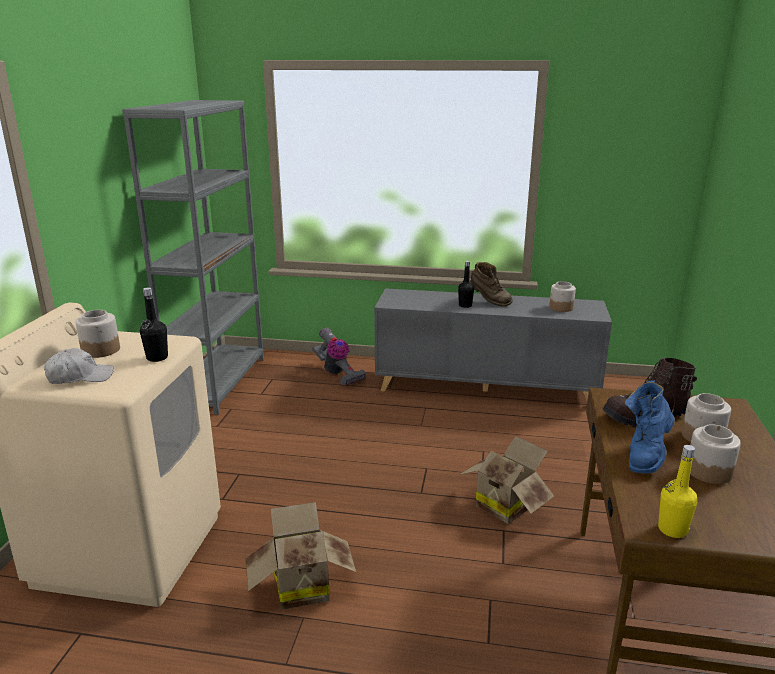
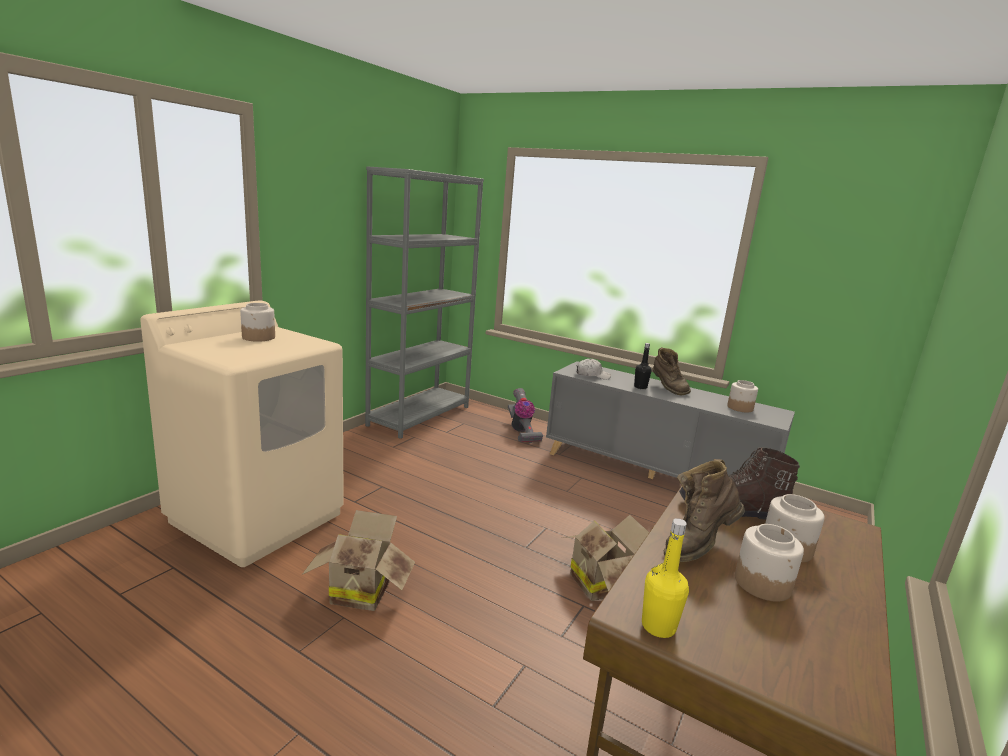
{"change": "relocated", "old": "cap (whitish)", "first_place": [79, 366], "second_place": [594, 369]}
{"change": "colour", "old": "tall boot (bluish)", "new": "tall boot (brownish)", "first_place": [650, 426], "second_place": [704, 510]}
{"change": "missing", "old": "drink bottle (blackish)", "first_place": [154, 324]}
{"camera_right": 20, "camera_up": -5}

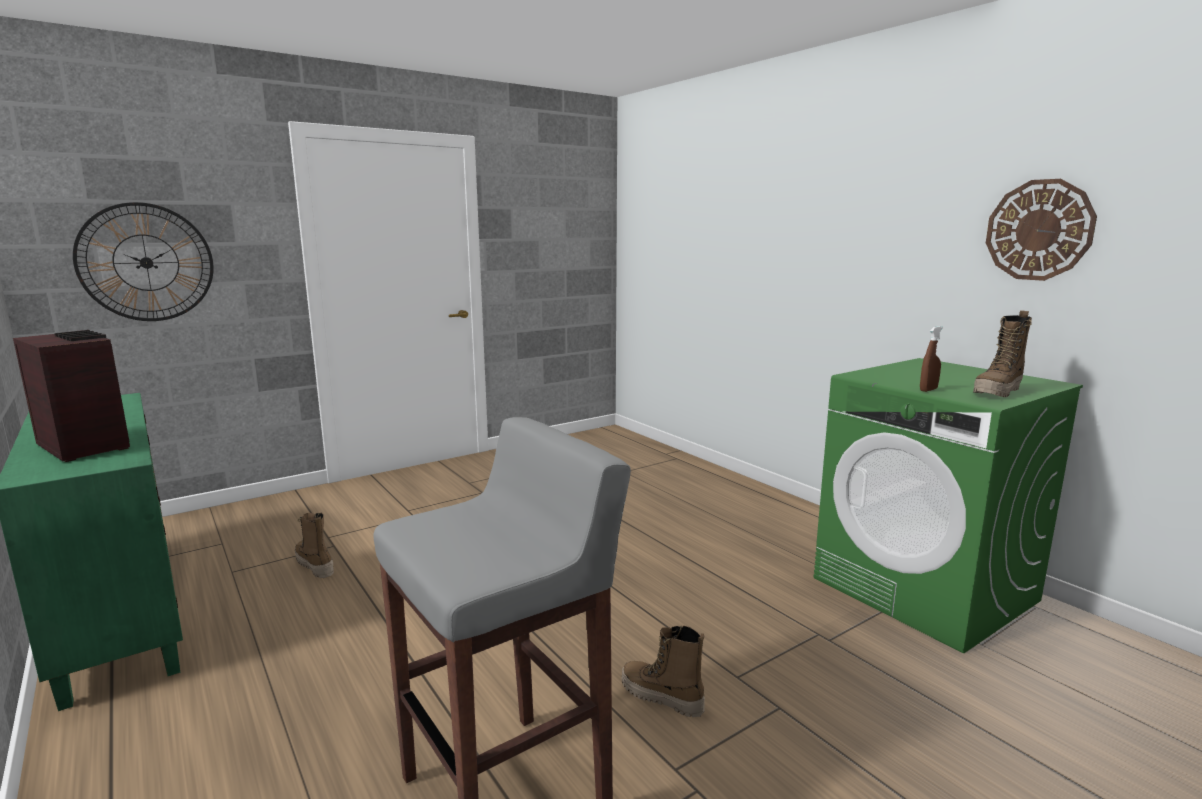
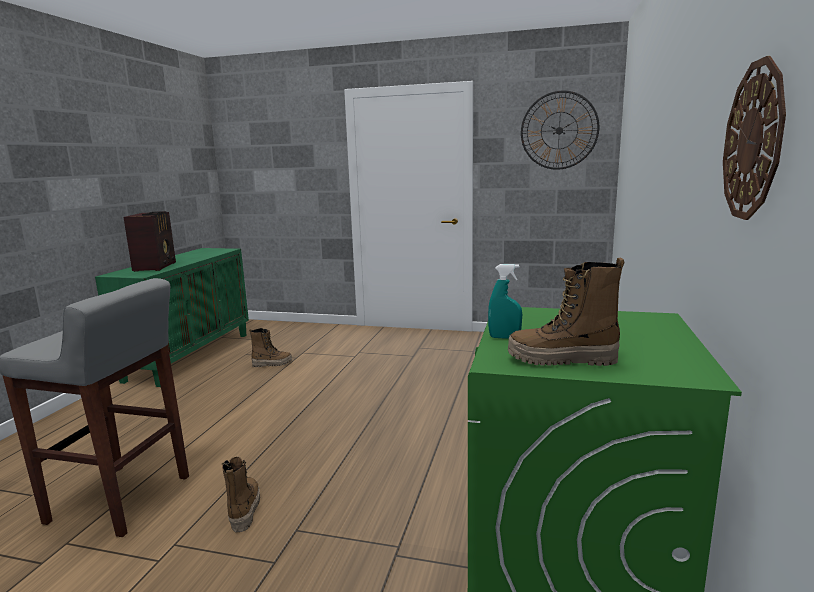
{"change": "spun", "old": "tall boot", "first_place": [314, 545], "second_place": [270, 347], "degrees": 75}
{"change": "colour", "old": "hand sprayer (brownish)", "new": "hand sprayer (turquoise)", "first_place": [931, 359], "second_place": [505, 301]}
{"change": "relocated", "old": "hanging clock", "first_place": [143, 261], "second_place": [560, 130]}
{"camera_right": 50, "camera_up": 0}

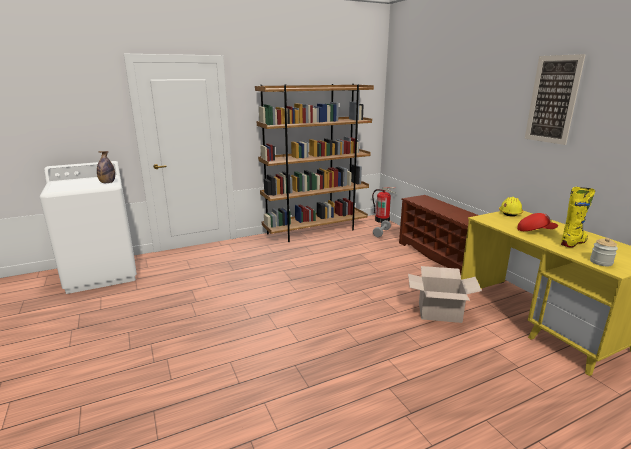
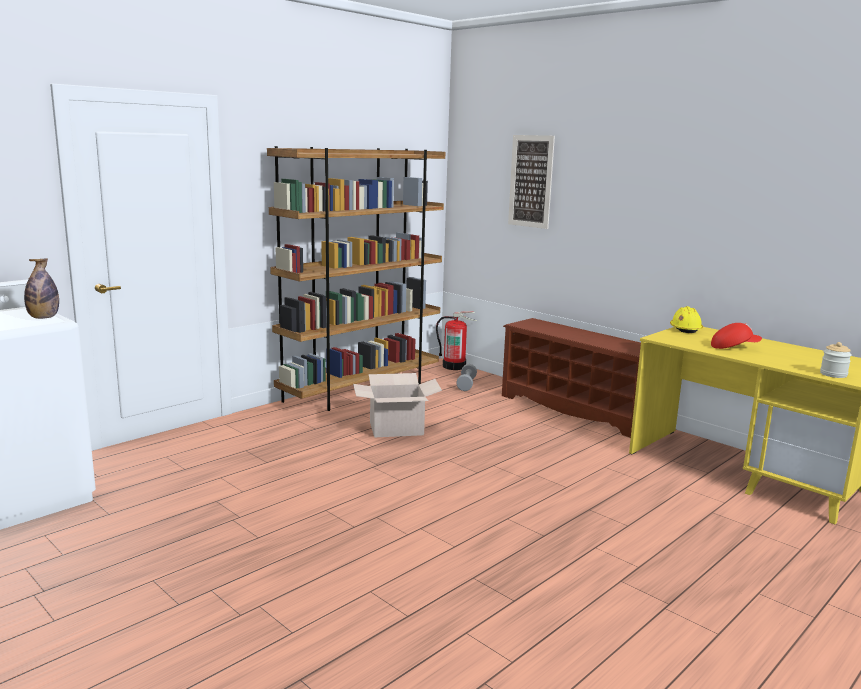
{"change": "relocated", "old": "cardboard box", "first_place": [445, 294], "second_place": [397, 405]}
{"change": "relocated", "old": "wall art", "first_place": [555, 99], "second_place": [531, 182]}
{"change": "missing", "old": "tall boot (yellowish)", "first_place": [578, 217]}
{"camera_right": -20, "camera_up": -5}

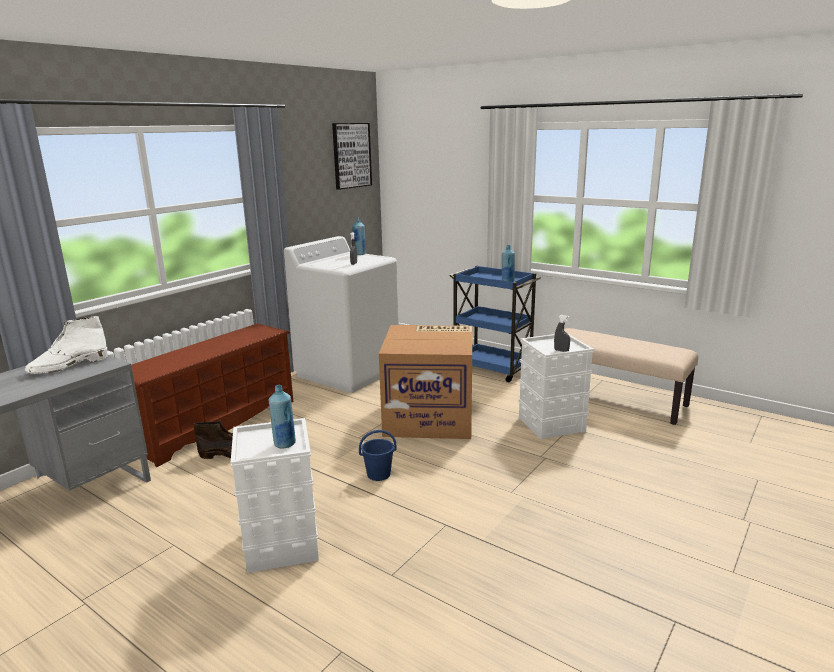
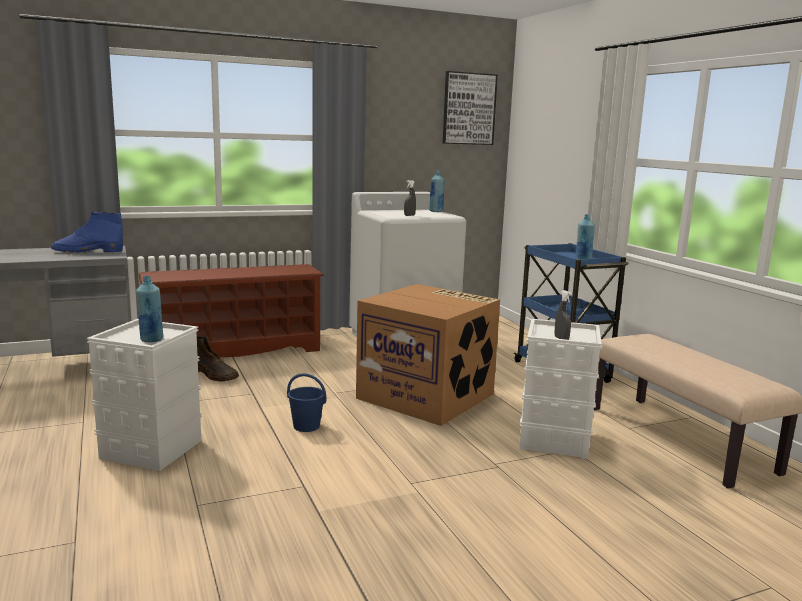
{"change": "colour", "old": "tall boot (whitish)", "new": "tall boot (bluish)", "first_place": [66, 345], "second_place": [87, 232]}
{"camera_right": 30, "camera_up": -5}

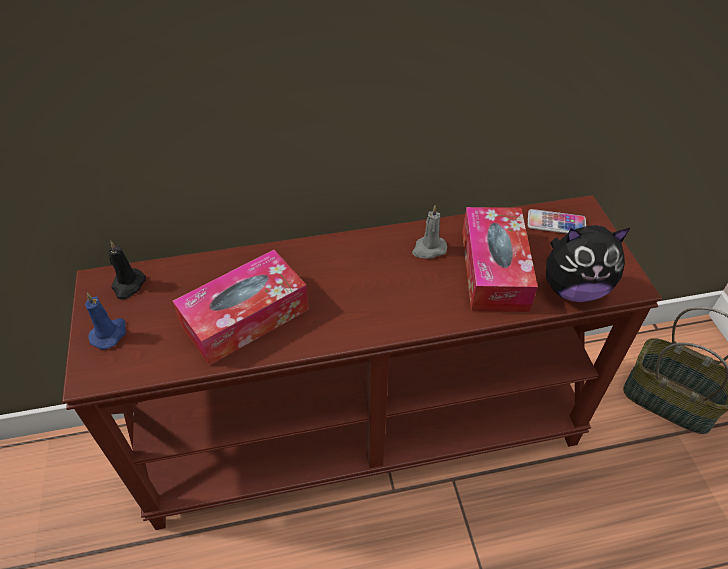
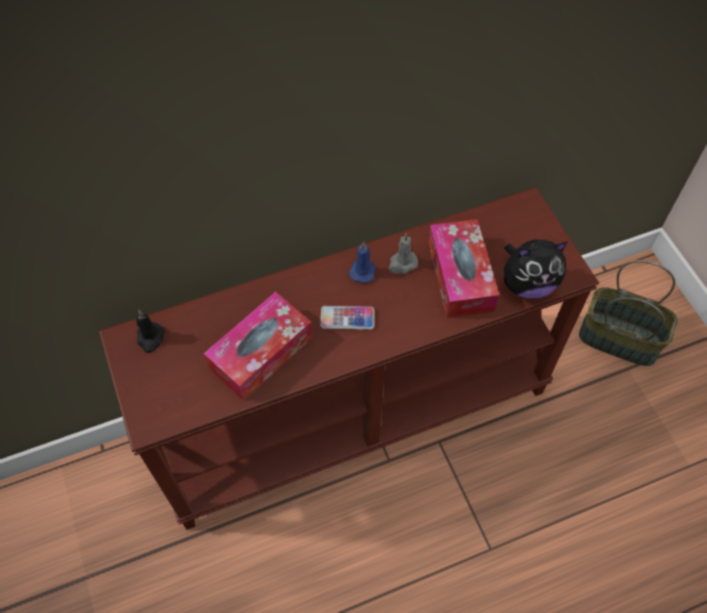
{"change": "relocated", "old": "handset", "first_place": [557, 221], "second_place": [347, 318]}
{"change": "relocated", "old": "wax candle (bluish)", "first_place": [105, 321], "second_place": [362, 262]}
{"camera_right": -10, "camera_up": 10}

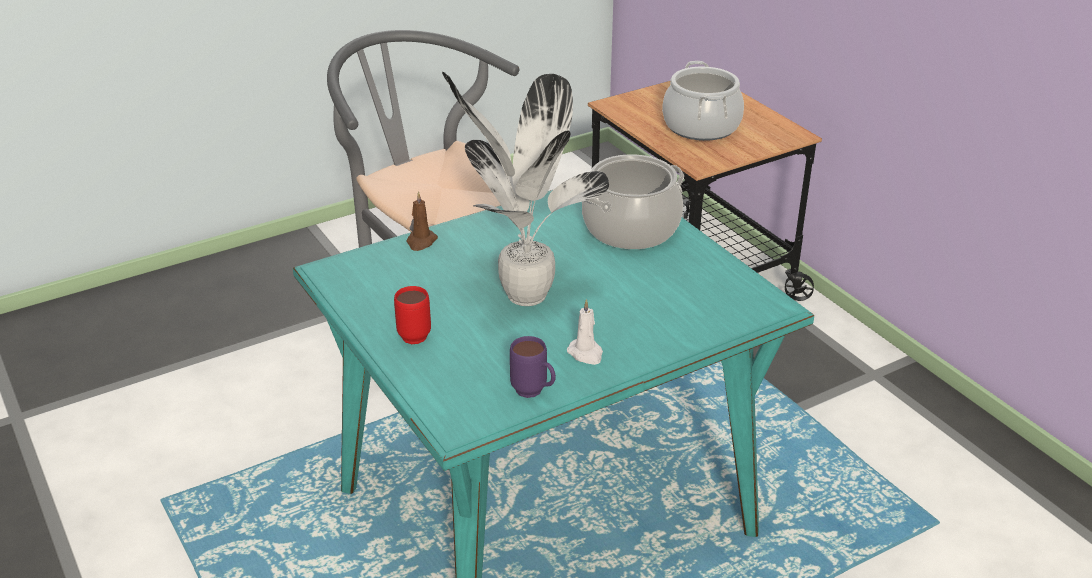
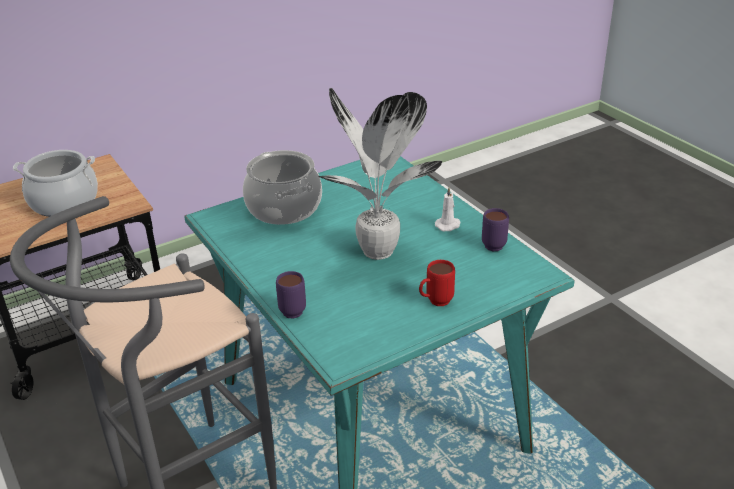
{"change": "exchanged", "old": "wax candle (brownish)", "new": "coffee mug (purple-coloured)", "first_place": [422, 221], "second_place": [291, 295]}
{"camera_right": -90, "camera_up": 0}

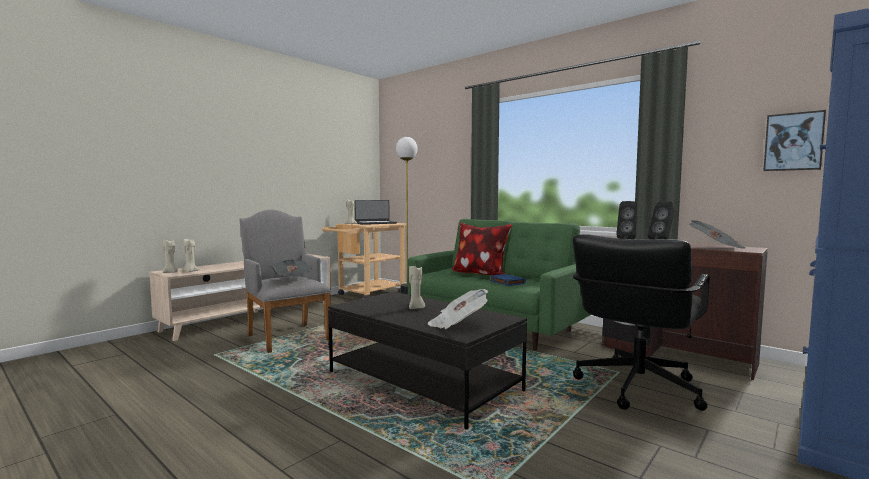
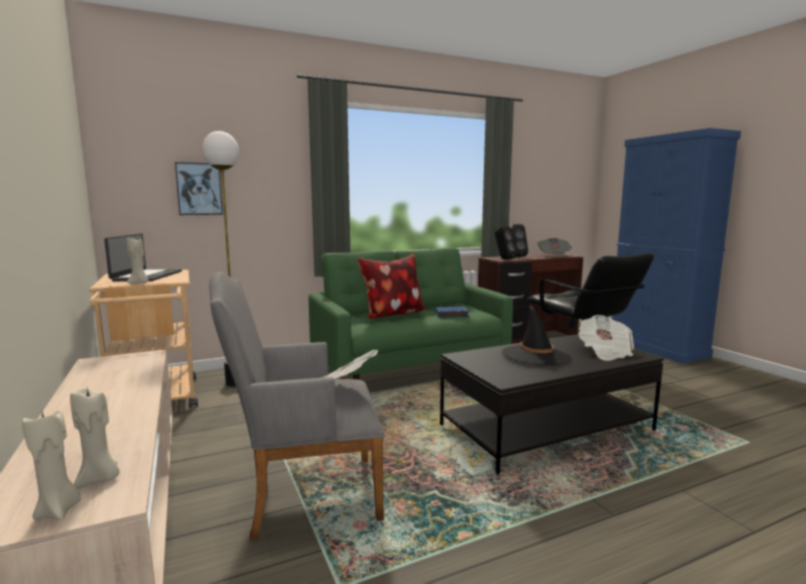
{"change": "relocated", "old": "wall art", "first_place": [795, 140], "second_place": [199, 188]}
{"change": "exchanged", "old": "wax candle (beige-coloured)", "new": "wearable hat (blackish)", "first_place": [417, 287], "second_place": [537, 334]}
{"camera_right": -65, "camera_up": 5}

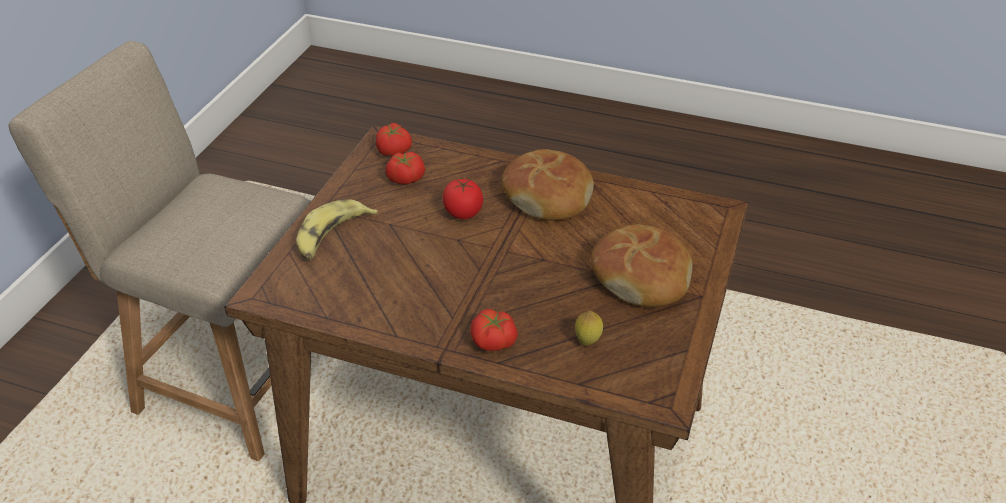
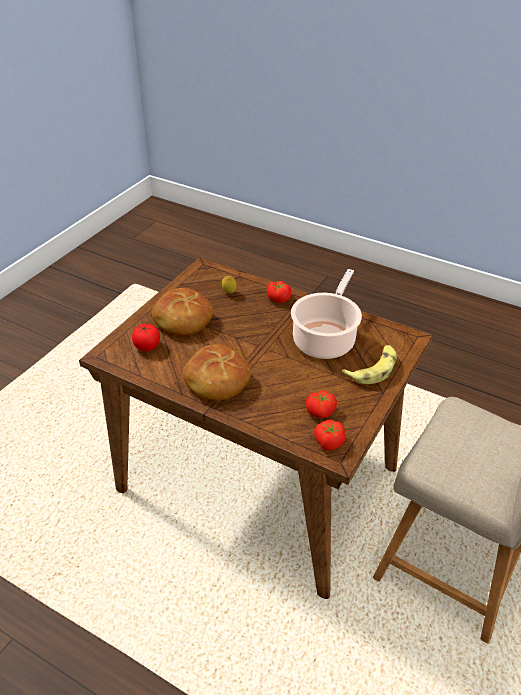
{"change": "relocated", "old": "whole tomato", "first_place": [462, 199], "second_place": [146, 337]}
{"change": "appeared", "new": "stockpot", "second_place": [326, 314]}
{"camera_right": -170, "camera_up": 0}

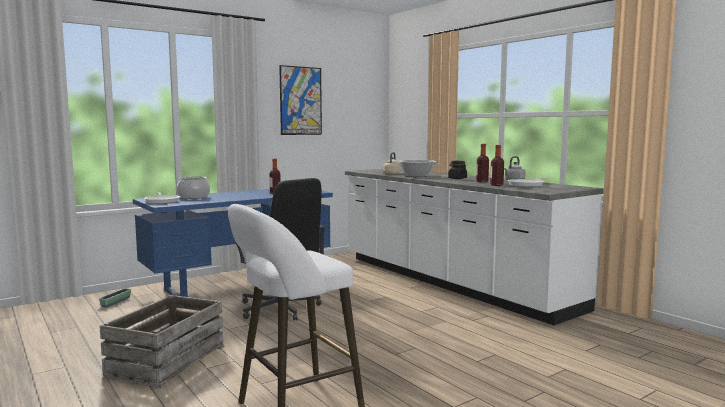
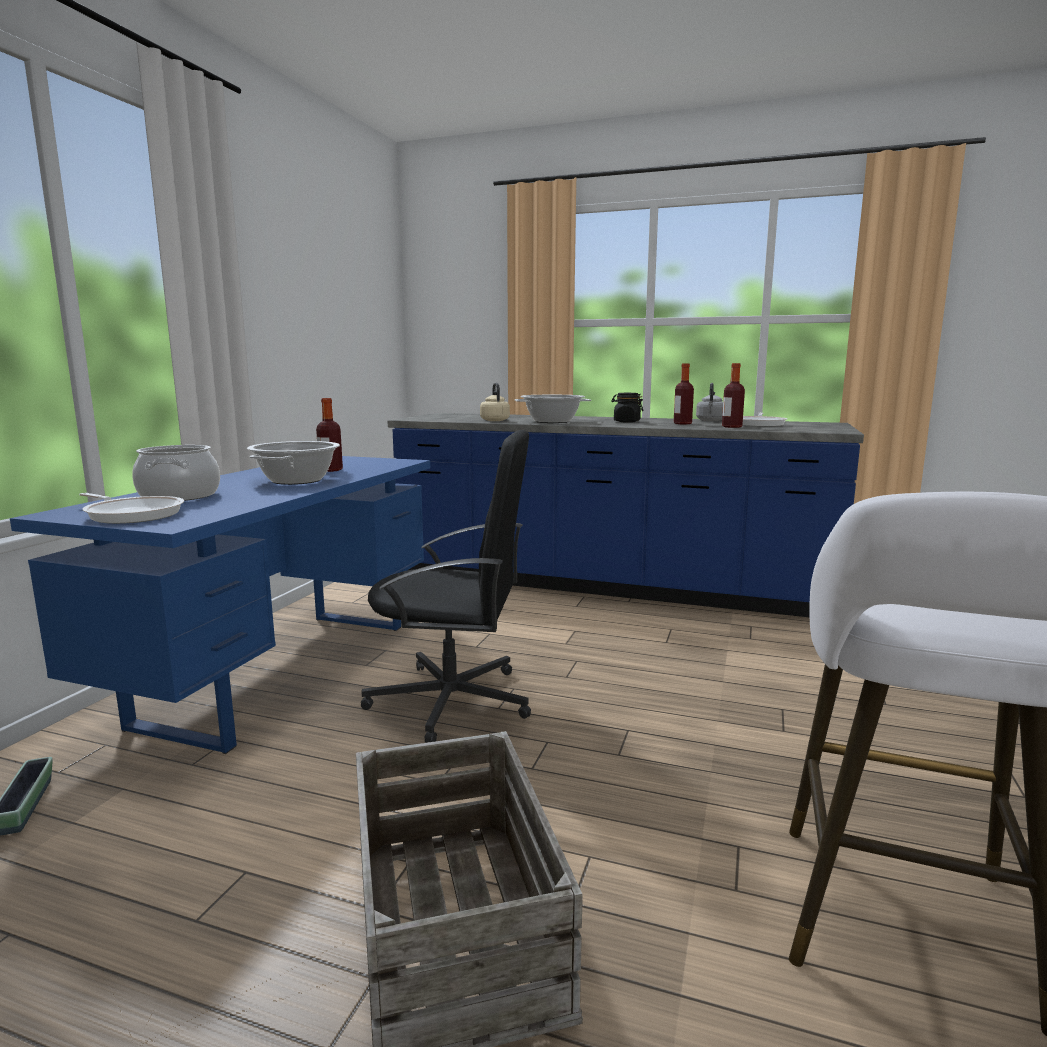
{"change": "appeared", "new": "stockpot", "second_place": [293, 463]}
{"change": "colour", "old": "kitchen base unit (whitish)", "new": "kitchen base unit (bluish)", "first_place": [474, 247], "second_place": [625, 515]}
{"change": "missing", "old": "wall art", "first_place": [300, 100]}
{"camera_right": -35, "camera_up": 5}

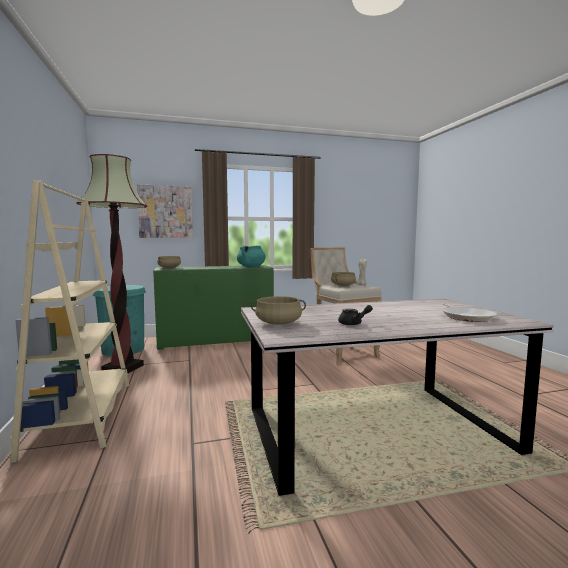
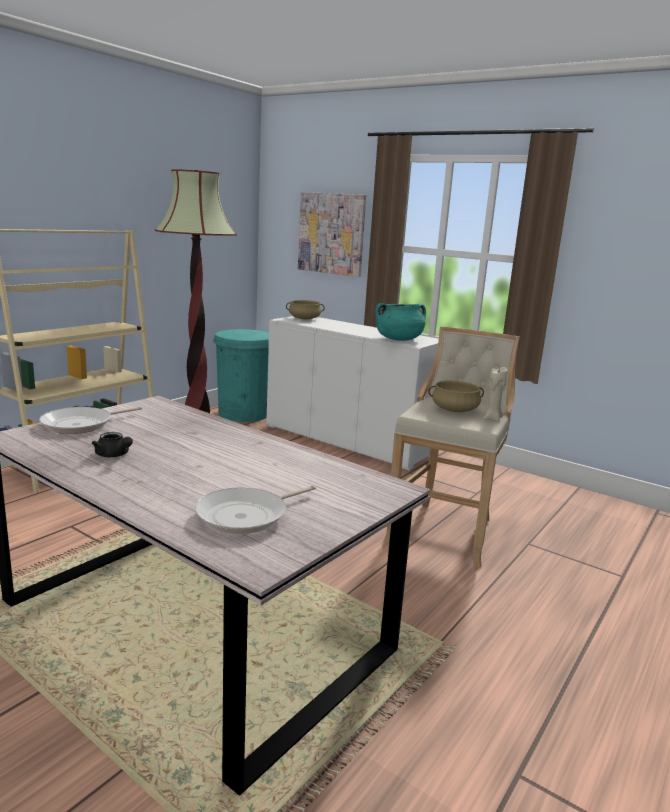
{"change": "exchanged", "old": "stockpot (beige-coloured)", "new": "pan", "first_place": [278, 310], "second_place": [90, 420]}
{"change": "colour", "old": "storage cabinet (green-coloured)", "new": "storage cabinet (whitish)", "first_place": [213, 307], "second_place": [352, 393]}
{"camera_right": 50, "camera_up": 10}

